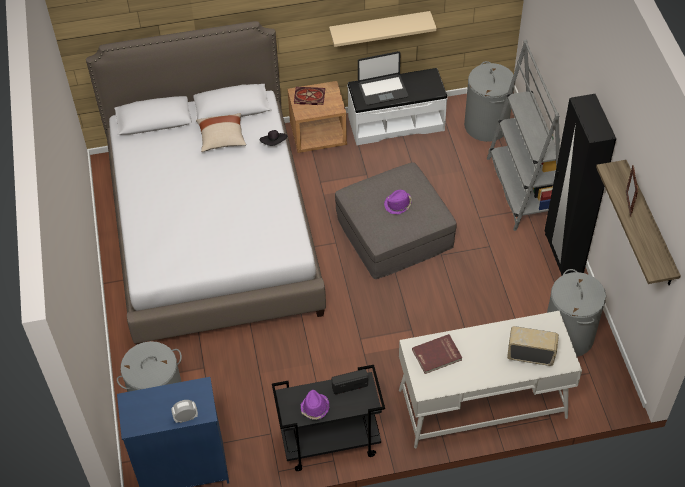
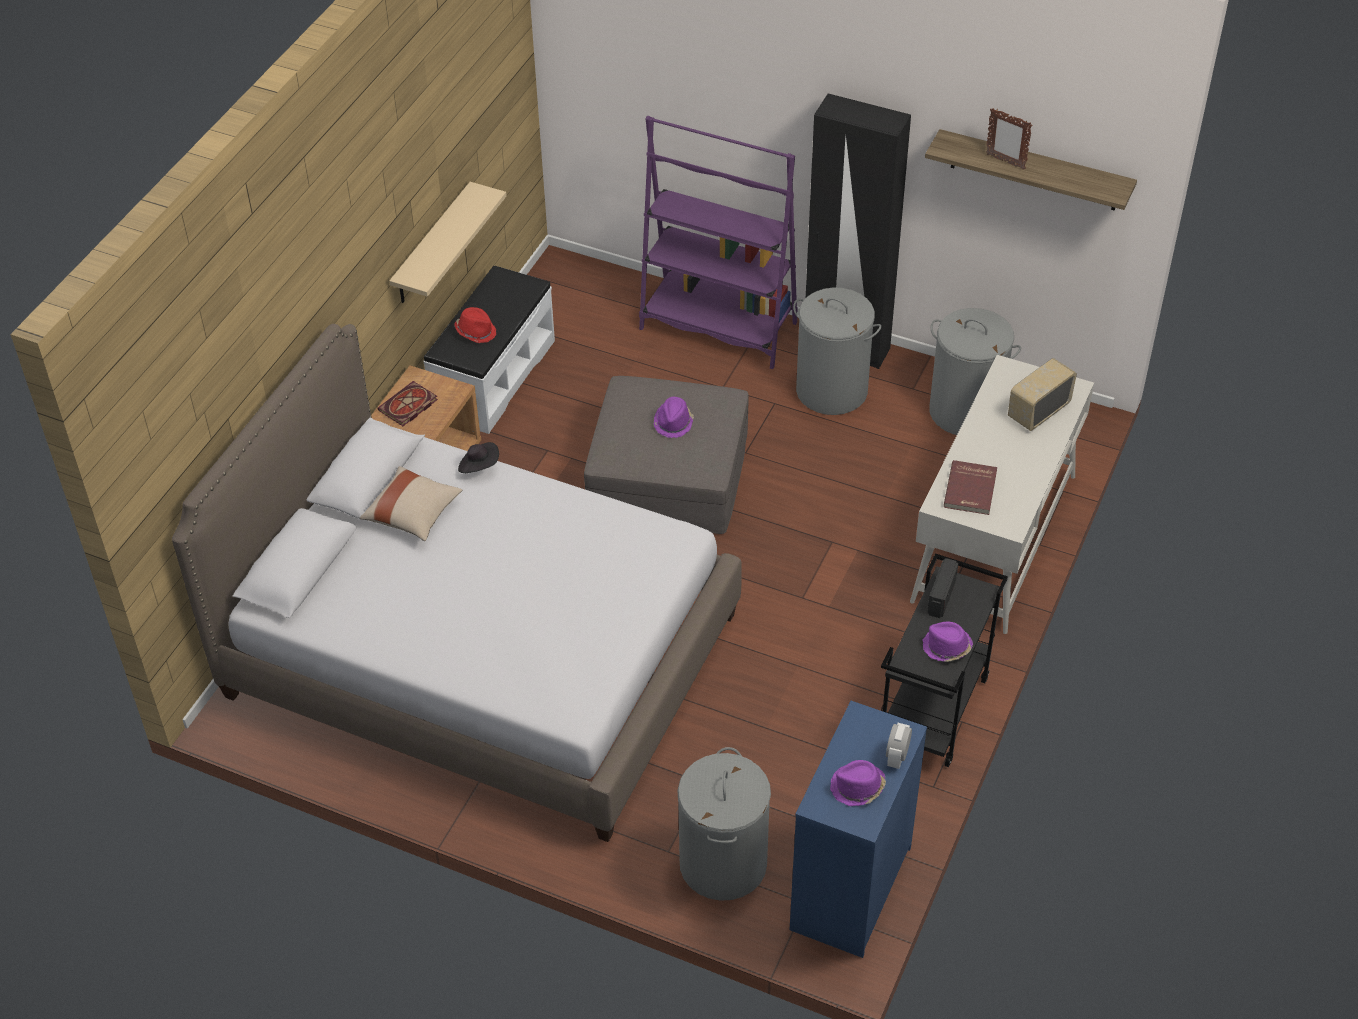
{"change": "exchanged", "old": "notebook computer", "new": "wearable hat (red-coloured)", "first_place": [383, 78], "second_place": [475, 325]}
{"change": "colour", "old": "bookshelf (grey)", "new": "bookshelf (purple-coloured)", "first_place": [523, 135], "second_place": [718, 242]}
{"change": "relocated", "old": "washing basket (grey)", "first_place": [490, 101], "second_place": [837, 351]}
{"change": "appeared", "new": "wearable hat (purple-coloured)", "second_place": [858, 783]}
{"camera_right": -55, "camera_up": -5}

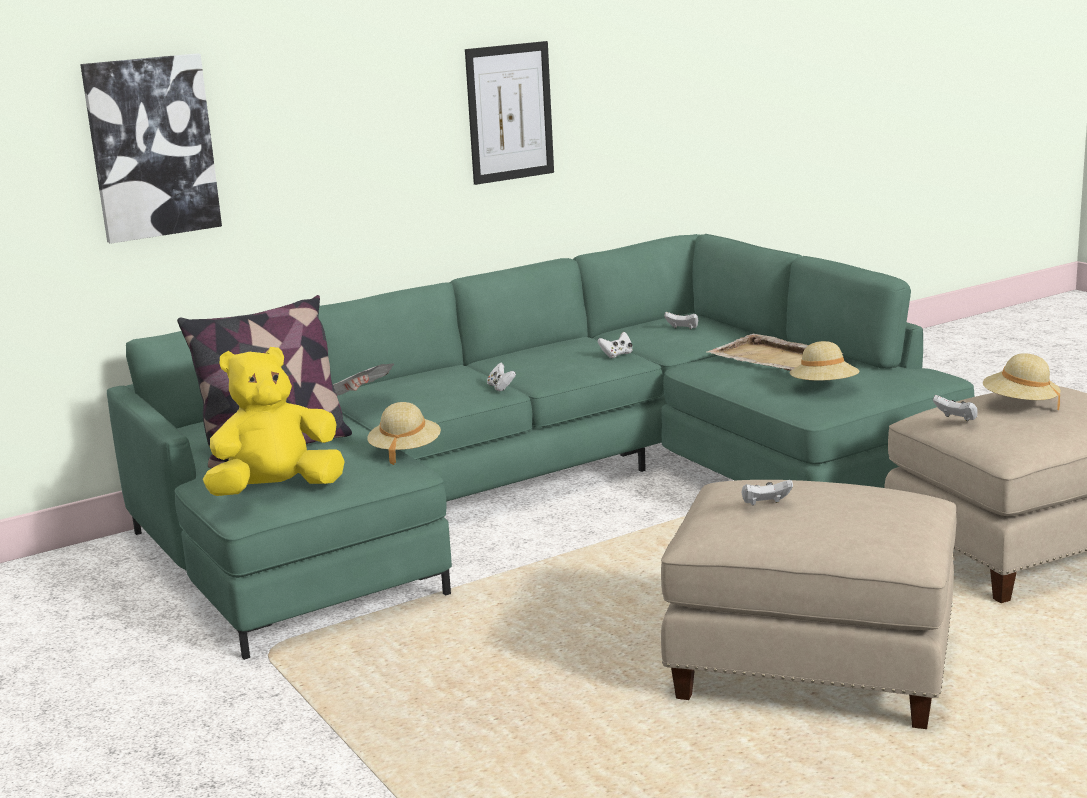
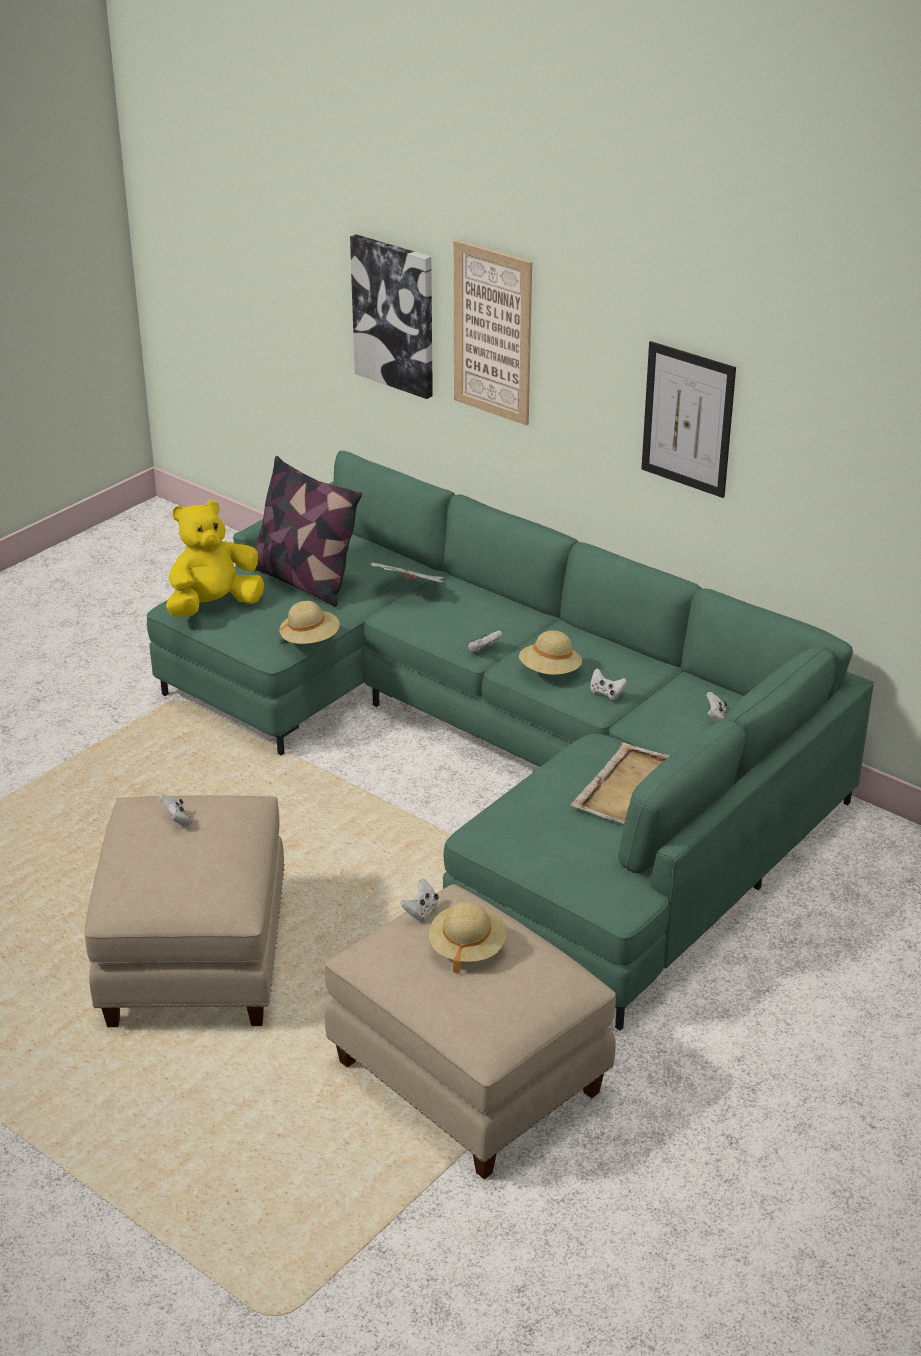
{"change": "spun", "old": "soft toy (yellowish)", "first_place": [274, 421], "second_place": [215, 558], "degrees": -75}
{"change": "appeared", "new": "wall art", "second_place": [493, 332]}
{"change": "relocated", "old": "wearable hat (beige-coloured)", "first_place": [824, 361], "second_place": [550, 652]}
{"camera_right": 70, "camera_up": 15}

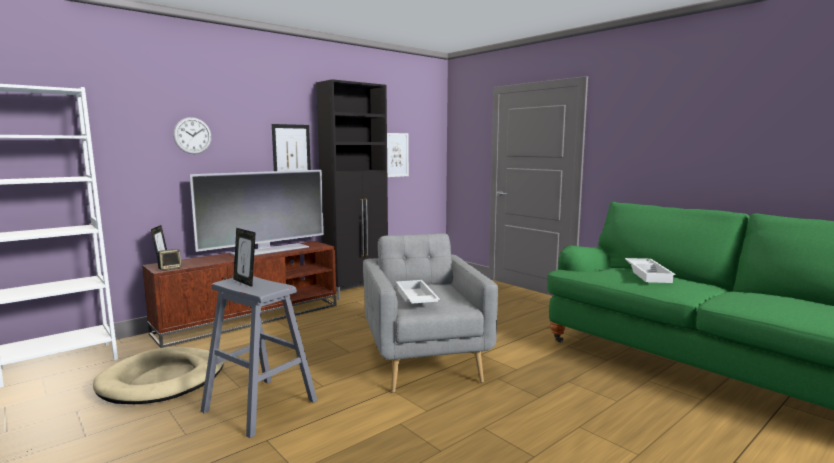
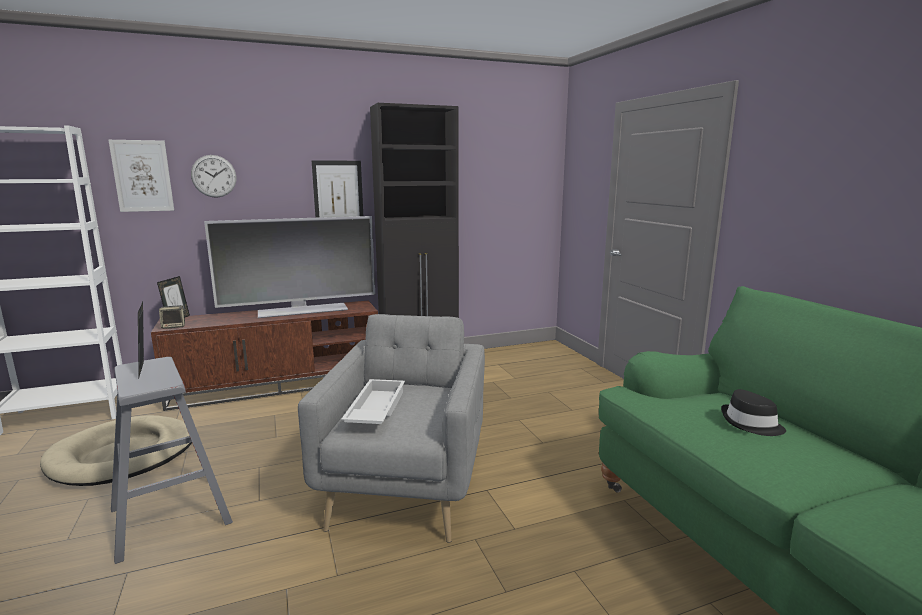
{"change": "relocated", "old": "wall art", "first_place": [398, 155], "second_place": [141, 176]}
{"change": "exchanged", "old": "tray (whitish)", "new": "wearable hat (blackish)", "first_place": [650, 270], "second_place": [753, 412]}
{"camera_right": 20, "camera_up": 5}

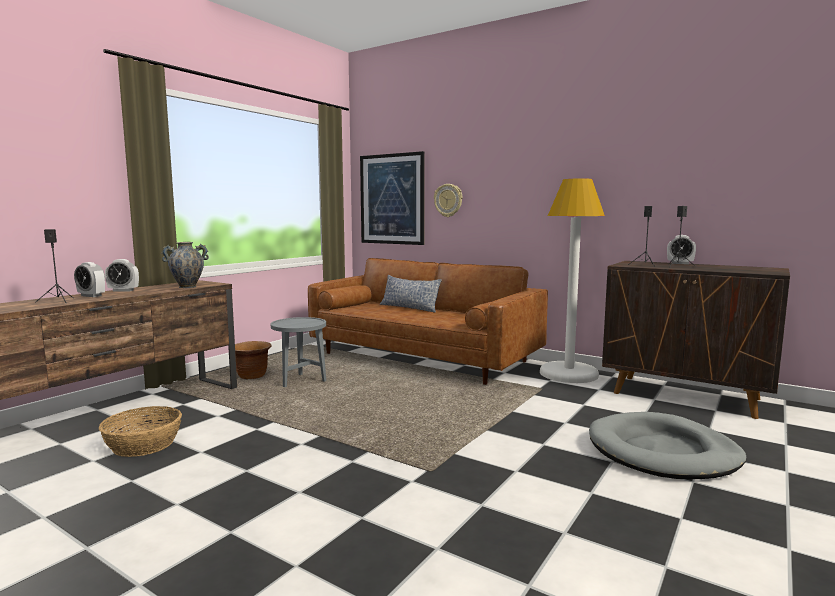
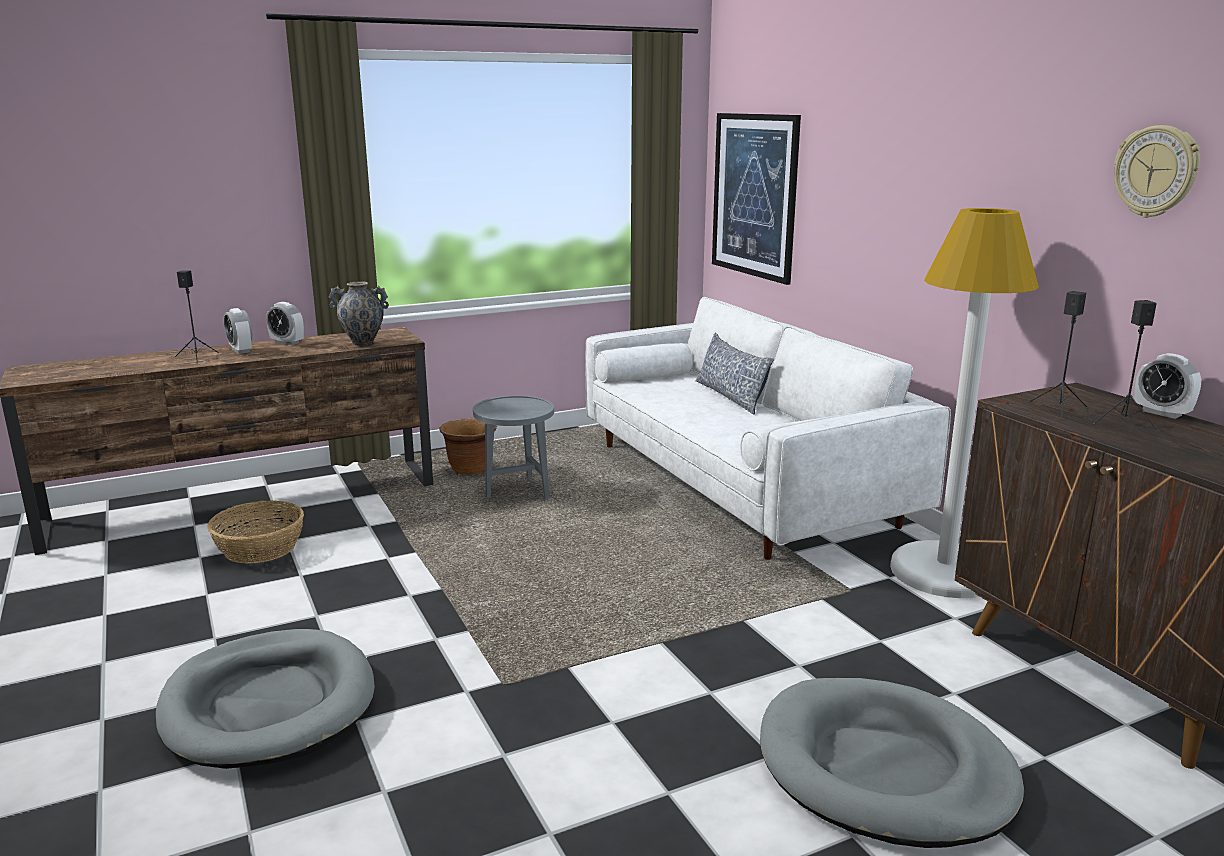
{"change": "appeared", "new": "dog bed (grey)", "second_place": [265, 699]}
{"change": "colour", "old": "sofa (brownish)", "new": "sofa (whitish)", "first_place": [428, 321], "second_place": [768, 428]}
{"change": "relocated", "old": "hanging clock", "first_place": [448, 200], "second_place": [1157, 171]}
{"camera_right": 30, "camera_up": 10}

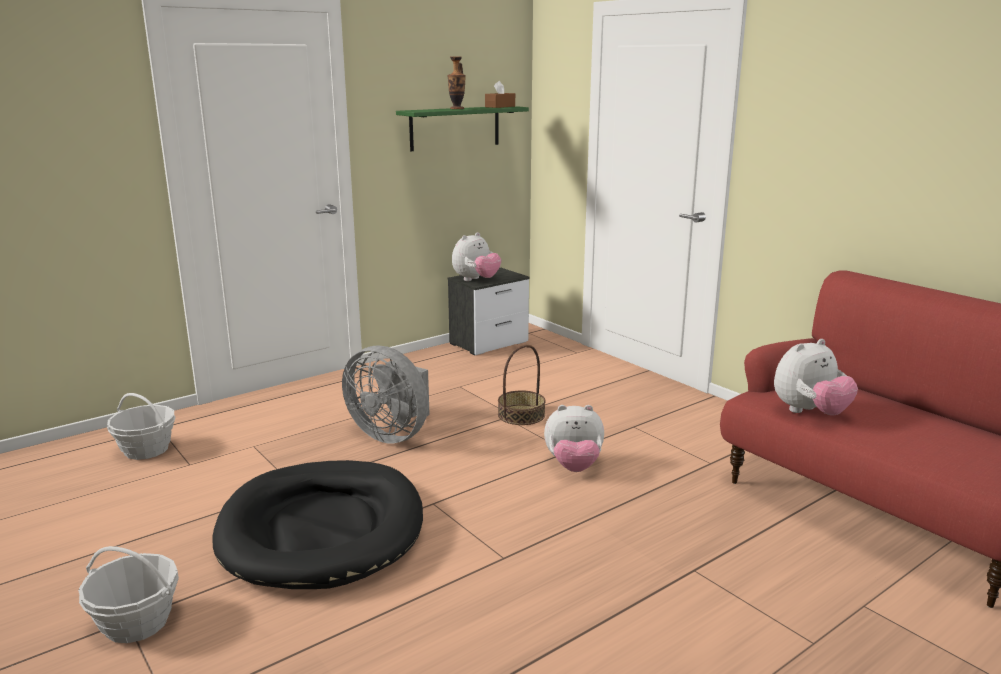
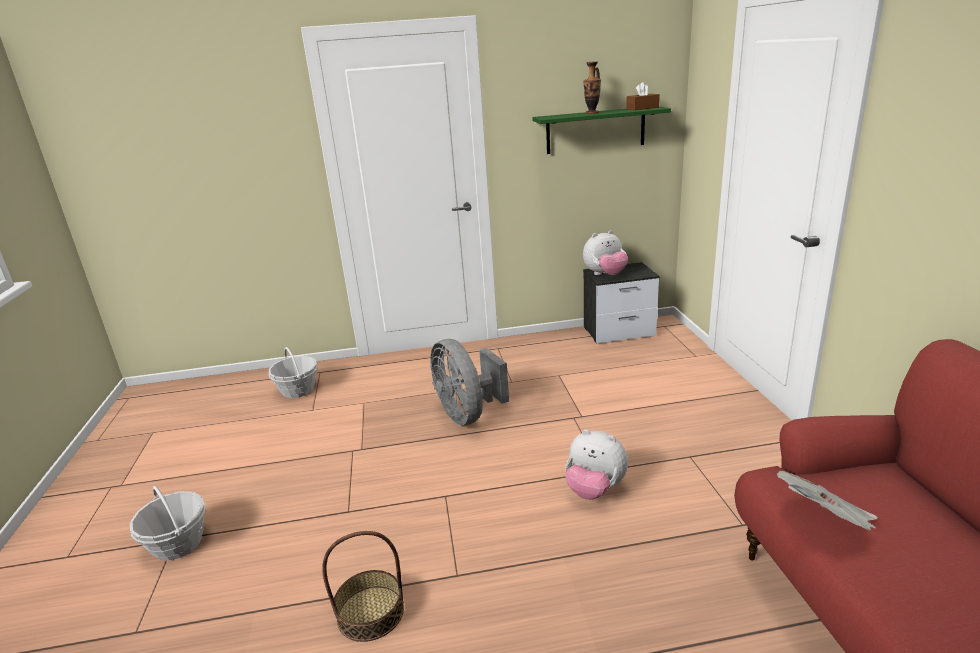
{"change": "relocated", "old": "storage basket", "first_place": [522, 385], "second_place": [363, 586]}
{"change": "exchanged", "old": "soft toy", "new": "daily paper", "first_place": [816, 377], "second_place": [827, 501]}
{"change": "missing", "old": "dog bed (blackish)", "first_place": [318, 524]}
{"camera_right": 30, "camera_up": 5}

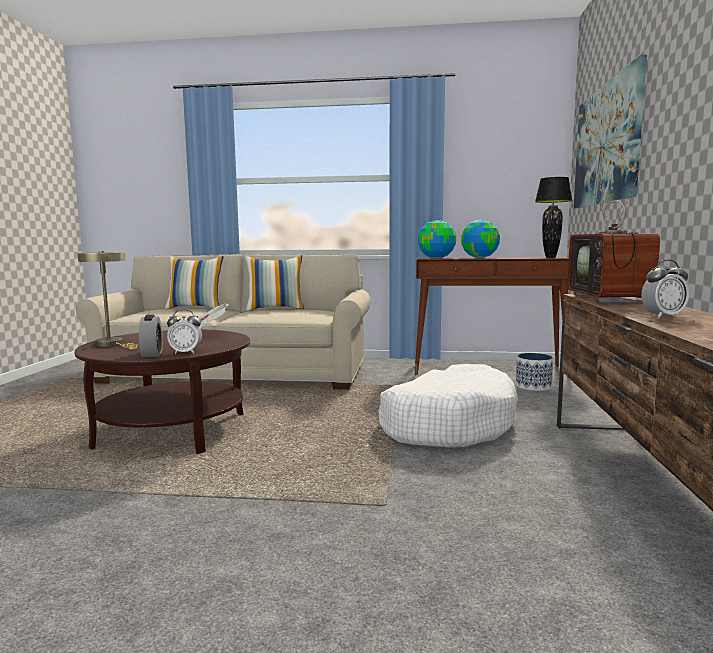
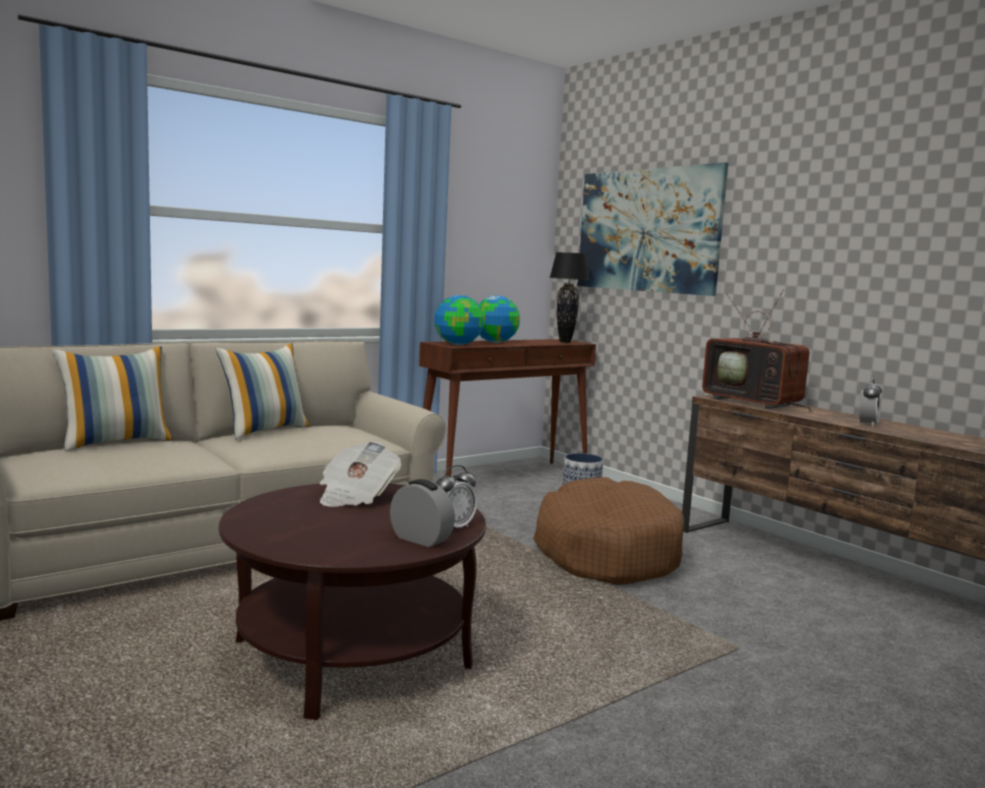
{"change": "colour", "old": "dog bed (whitish)", "new": "dog bed (brownish)", "first_place": [448, 406], "second_place": [608, 531]}
{"change": "missing", "old": "tabletop lamp (beige-coloured)", "first_place": [108, 300]}
{"camera_right": -45, "camera_up": 0}

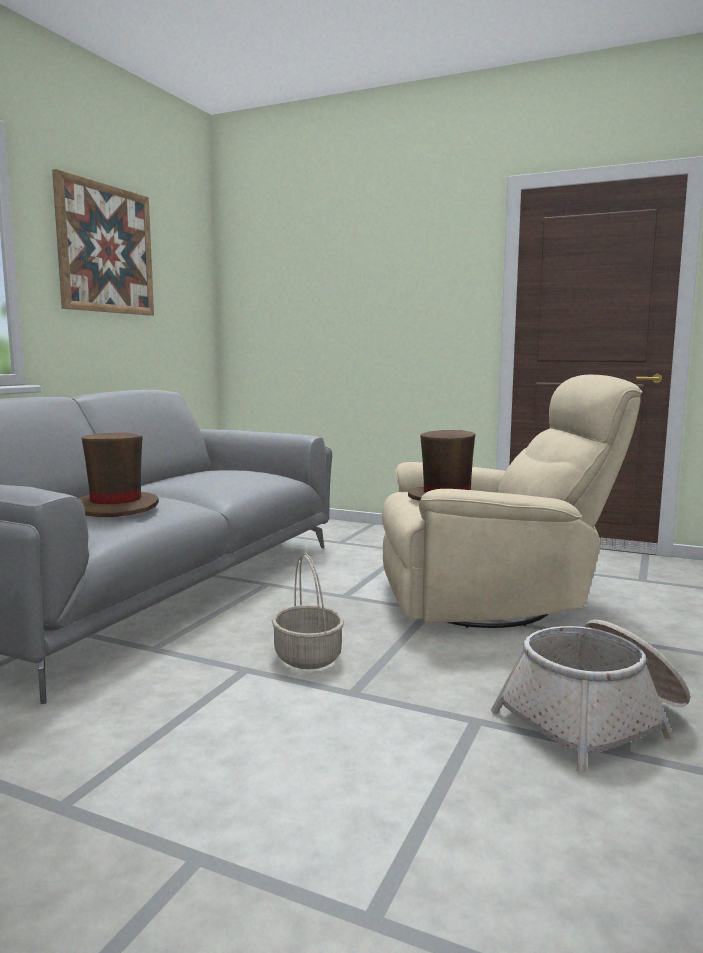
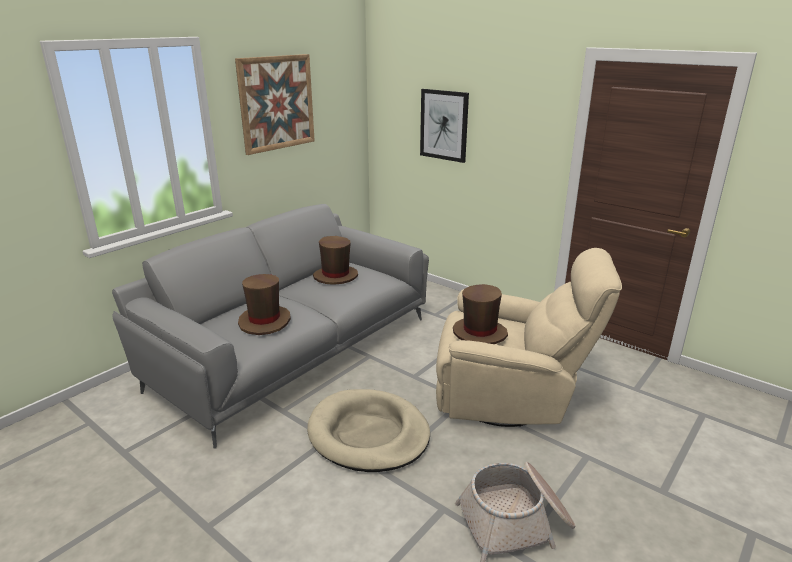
{"change": "exchanged", "old": "storage basket", "new": "dog bed (beige-coloured)", "first_place": [307, 611], "second_place": [368, 430]}
{"change": "appeared", "new": "wearable hat (brownish)", "second_place": [335, 260]}
{"change": "appeared", "new": "wall art", "second_place": [444, 126]}
{"camera_right": 15, "camera_up": 15}

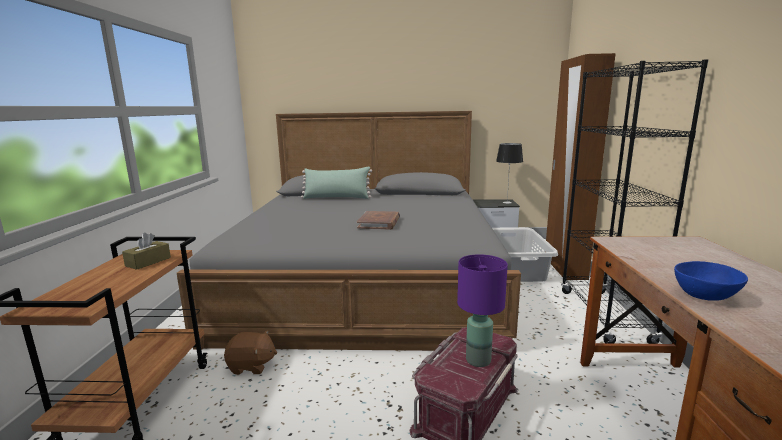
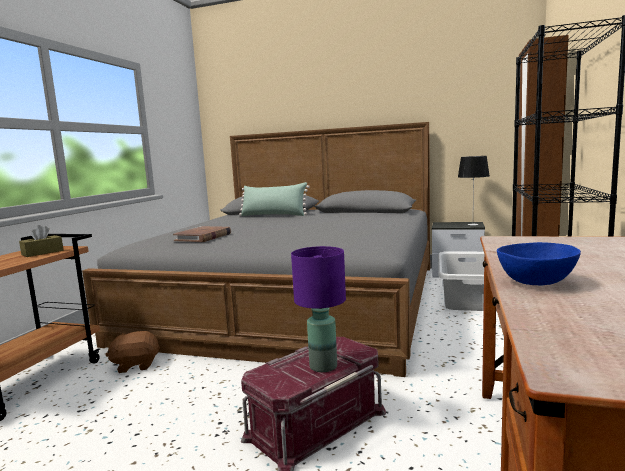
{"change": "spun", "old": "soft toy (brownish)", "first_place": [250, 352], "second_place": [132, 352], "degrees": 150}
{"change": "relocated", "old": "bound book (brownish)", "first_place": [378, 220], "second_place": [202, 234]}
{"camera_right": 15, "camera_up": -5}

